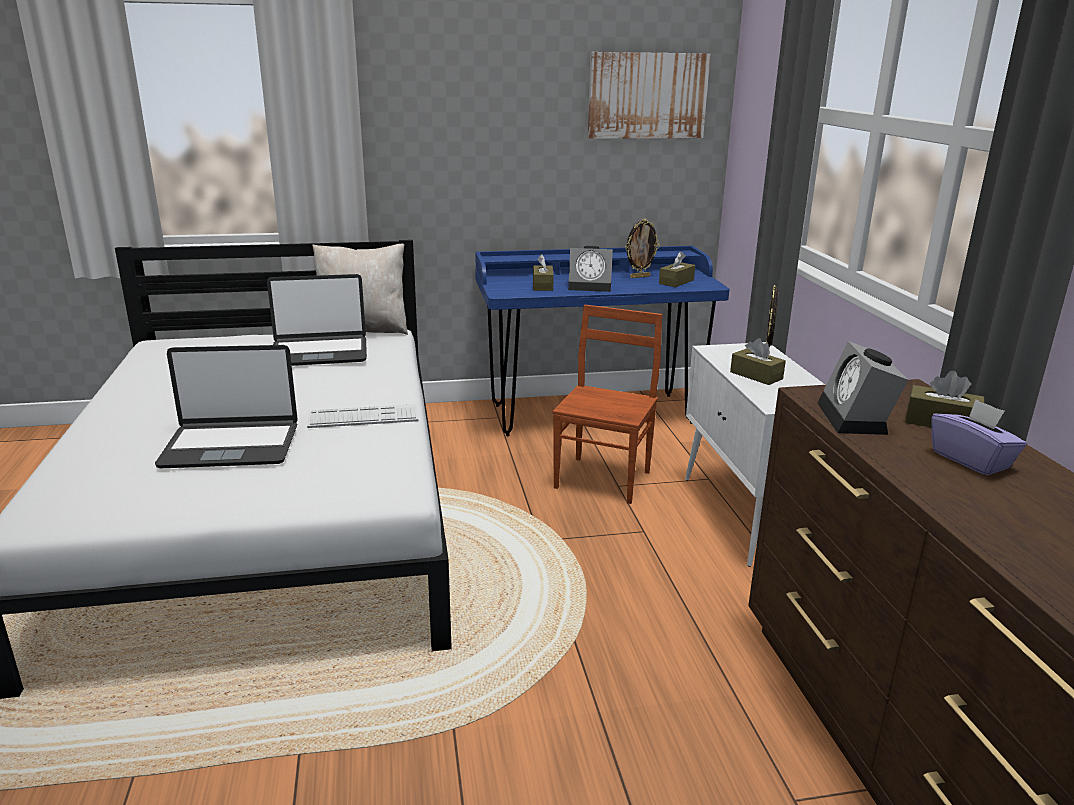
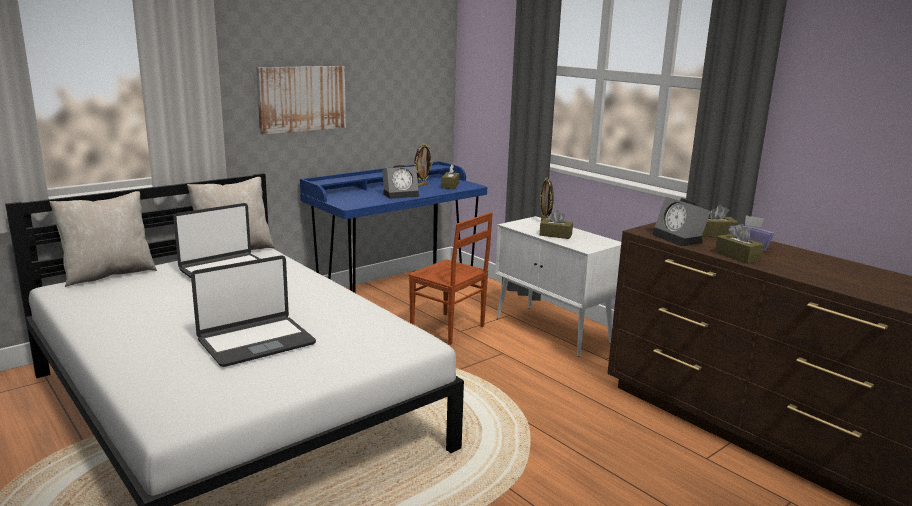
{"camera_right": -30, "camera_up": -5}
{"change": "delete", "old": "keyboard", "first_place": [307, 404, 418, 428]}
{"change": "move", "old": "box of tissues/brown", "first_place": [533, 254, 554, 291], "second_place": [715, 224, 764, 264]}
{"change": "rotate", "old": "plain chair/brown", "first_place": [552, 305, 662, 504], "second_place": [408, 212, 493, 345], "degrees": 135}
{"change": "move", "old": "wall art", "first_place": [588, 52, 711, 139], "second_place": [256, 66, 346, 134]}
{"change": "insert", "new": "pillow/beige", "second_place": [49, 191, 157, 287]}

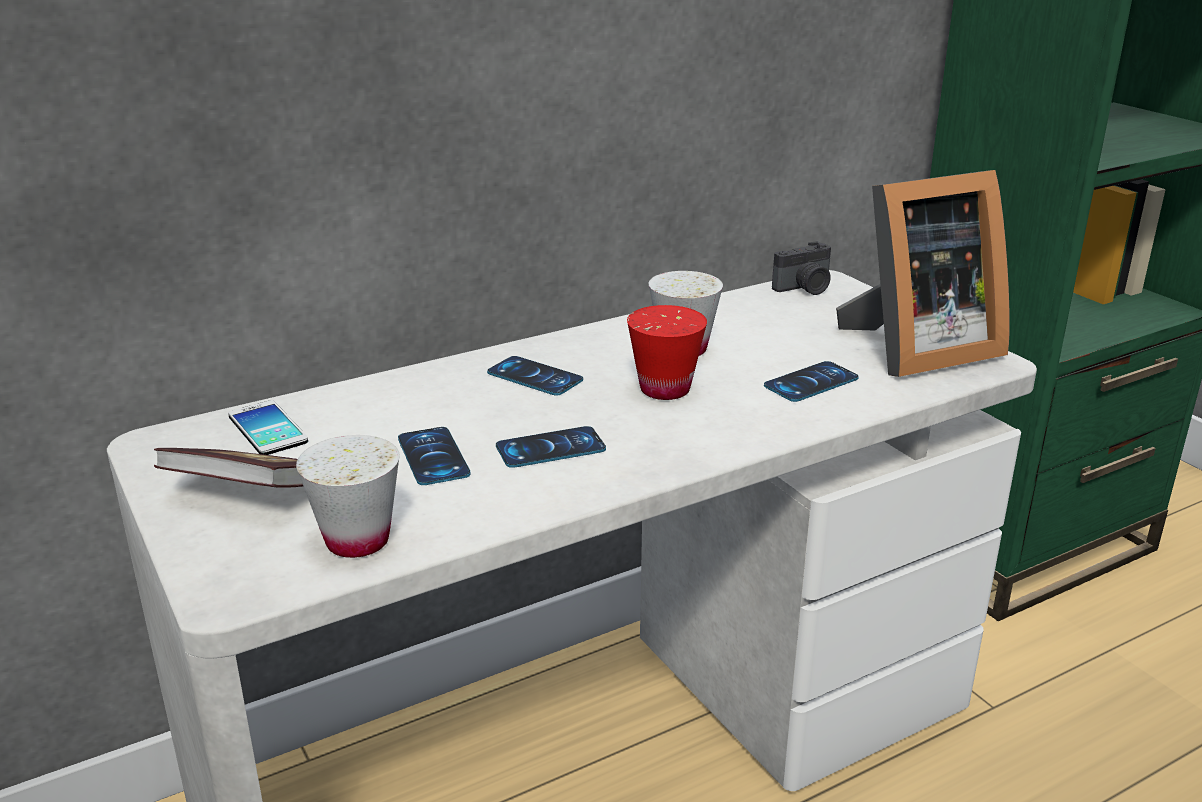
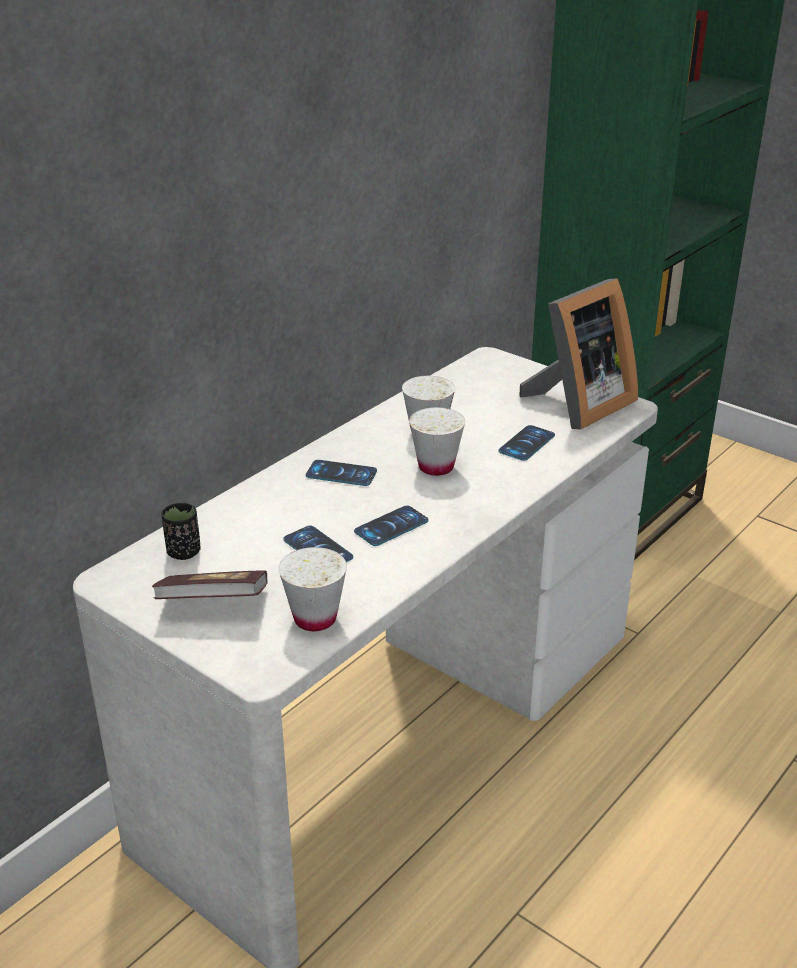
{"camera_right": -20, "camera_up": 5}
{"change": "replace", "old": "phone", "new": "cup/black", "first_place": [228, 400, 308, 455], "second_place": [161, 503, 201, 560]}
{"change": "recolor", "old": "cup/red-coloured", "new": "cup/white-coloured", "first_place": [627, 305, 707, 400], "second_place": [409, 407, 465, 476]}
{"change": "delete", "old": "still camera", "first_place": [772, 241, 831, 295]}

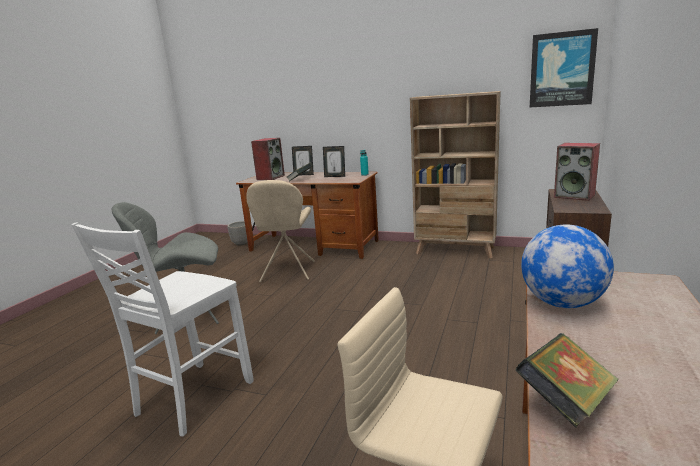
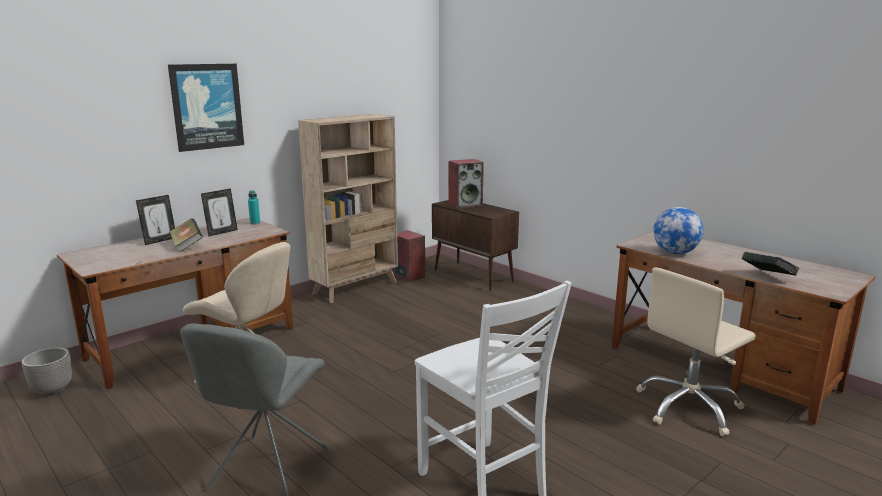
{"camera_right": -65, "camera_up": 0}
{"change": "move", "old": "speaker", "first_place": [251, 138, 285, 180], "second_place": [392, 230, 425, 282]}
{"change": "move", "old": "wall art", "first_place": [530, 28, 598, 107], "second_place": [168, 64, 244, 152]}

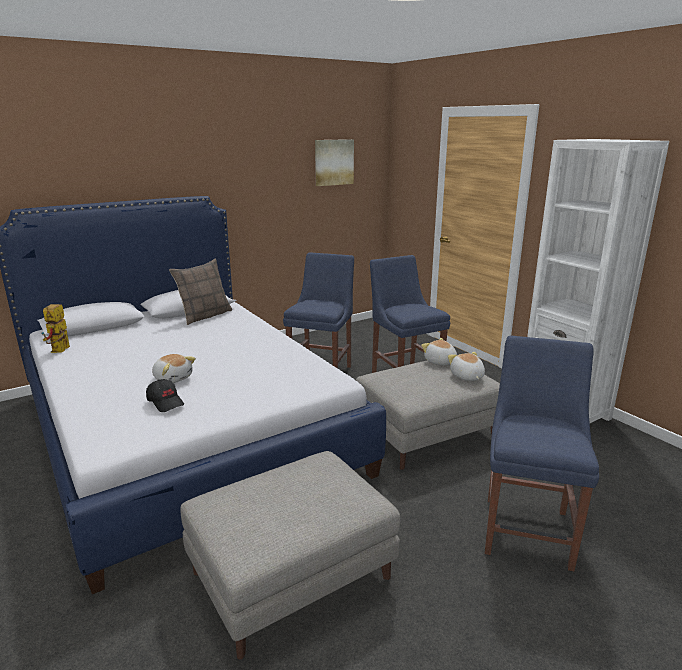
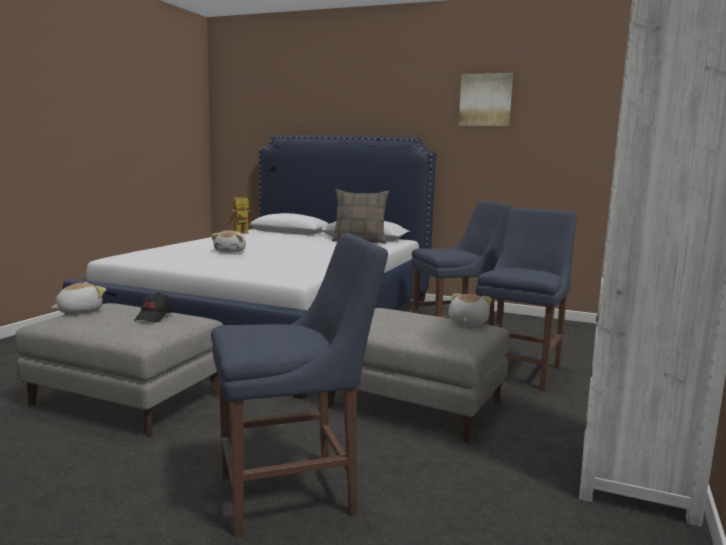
{"camera_right": 55, "camera_up": -10}
{"change": "move", "old": "peaked cap/black", "first_place": [146, 379, 184, 412], "second_place": [134, 292, 174, 323]}
{"change": "move", "old": "wall art", "first_place": [315, 139, 354, 186], "second_place": [458, 73, 513, 126]}
{"change": "move", "old": "plush toy", "first_place": [448, 352, 485, 381], "second_place": [51, 282, 106, 314]}

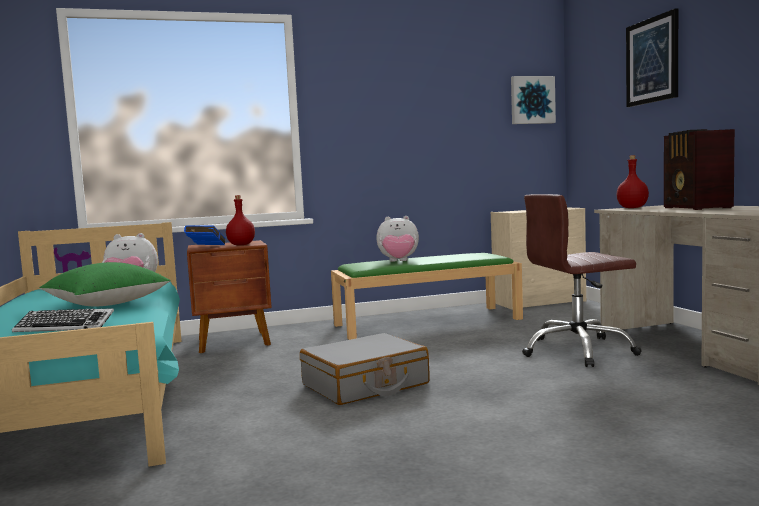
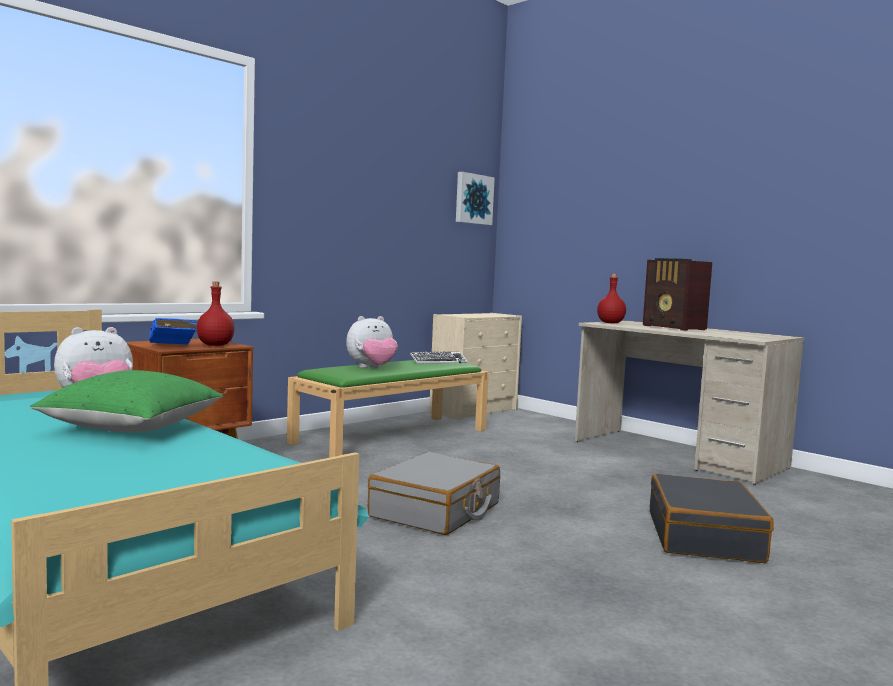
{"camera_right": -30, "camera_up": 0}
{"change": "move", "old": "keyboard", "first_place": [12, 308, 114, 332], "second_place": [410, 352, 468, 364]}
{"change": "delete", "old": "office chair/brown", "first_place": [522, 194, 642, 367]}
{"change": "delete", "old": "wall art", "first_place": [626, 8, 678, 107]}
{"change": "insert", "new": "suitcase/black", "second_place": [650, 474, 774, 563]}

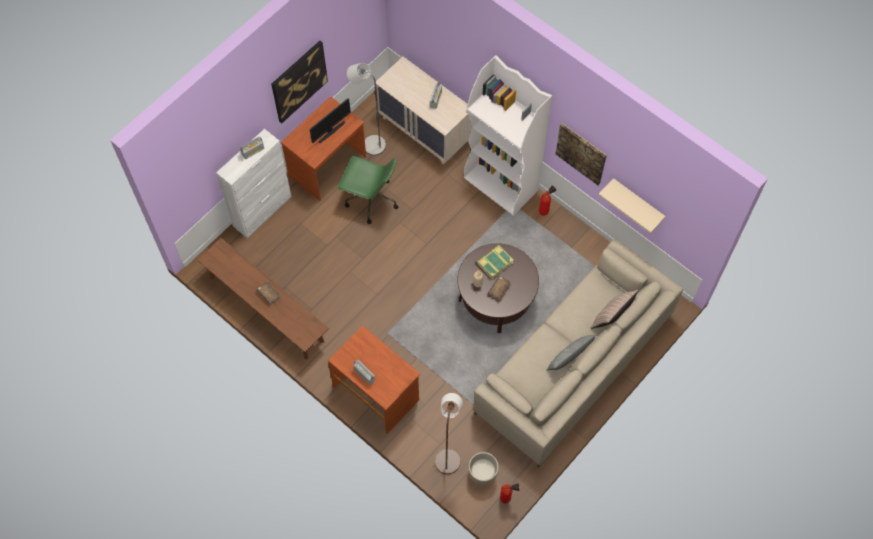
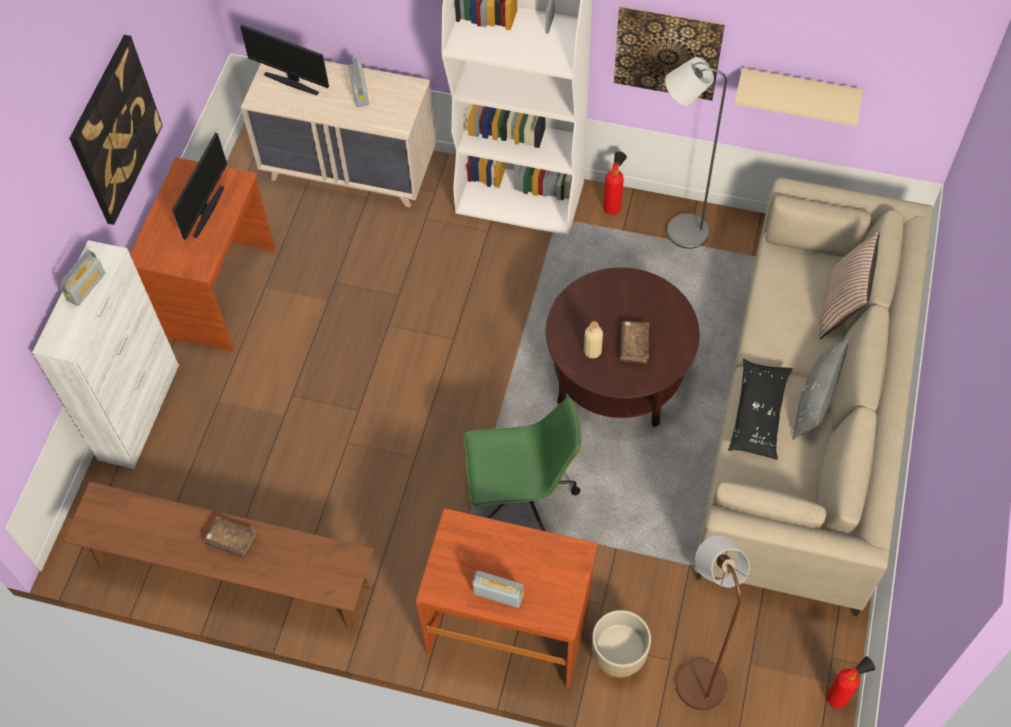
{"camera_right": -25, "camera_up": -5}
{"change": "move", "old": "office chair/green-coloured", "first_place": [337, 156, 398, 224], "second_place": [463, 396, 581, 531]}
{"change": "move", "old": "standard lamp/gray", "first_place": [347, 63, 386, 156], "second_place": [665, 57, 727, 249]}
{"change": "move", "old": "flower pot/beige", "first_place": [469, 452, 499, 486], "second_place": [592, 610, 651, 678]}
{"change": "delete", "old": "volume", "first_place": [477, 245, 513, 279]}
{"change": "insert", "new": "computer screen", "second_place": [240, 24, 329, 95]}
{"change": "insert", "new": "pillow/black", "second_place": [728, 359, 792, 460]}

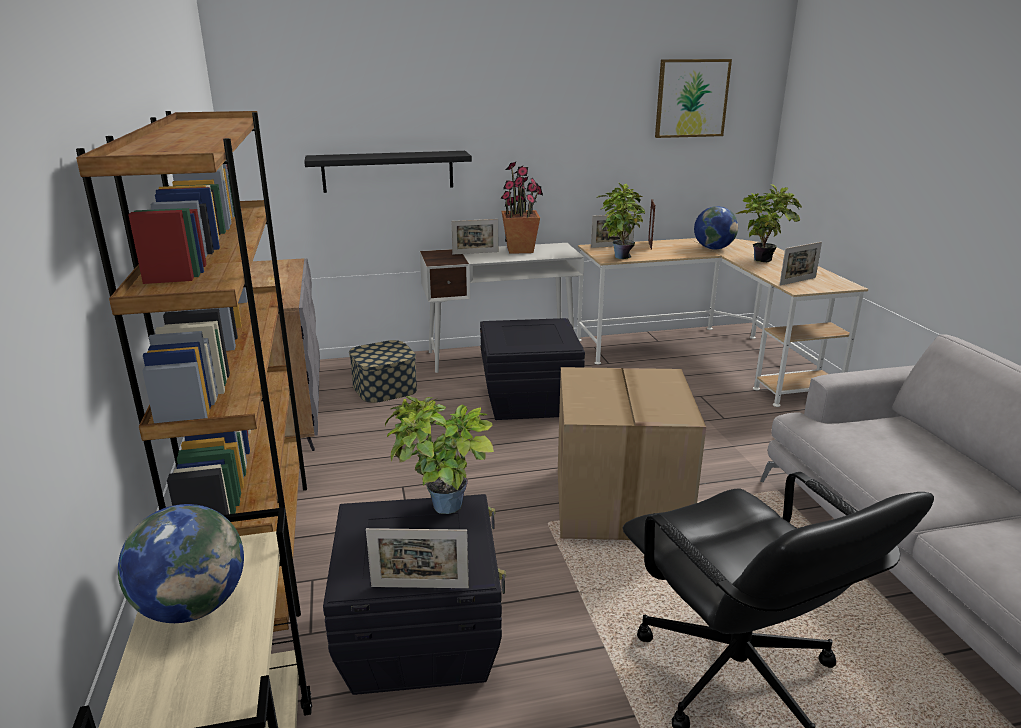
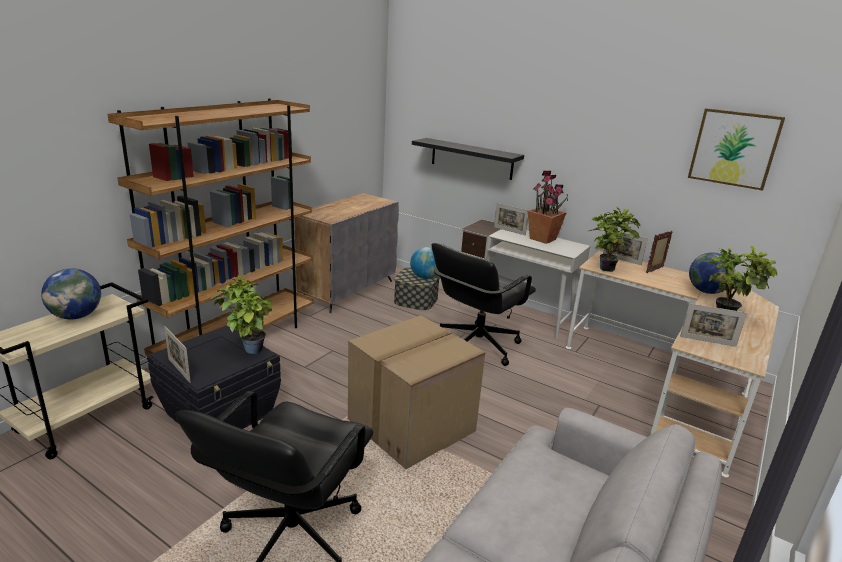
{"camera_right": 45, "camera_up": 0}
{"change": "replace", "old": "storage container/black", "new": "office chair/black", "first_place": [480, 318, 585, 420], "second_place": [432, 243, 536, 366]}
{"change": "insert", "new": "desk globe", "second_place": [410, 247, 436, 279]}

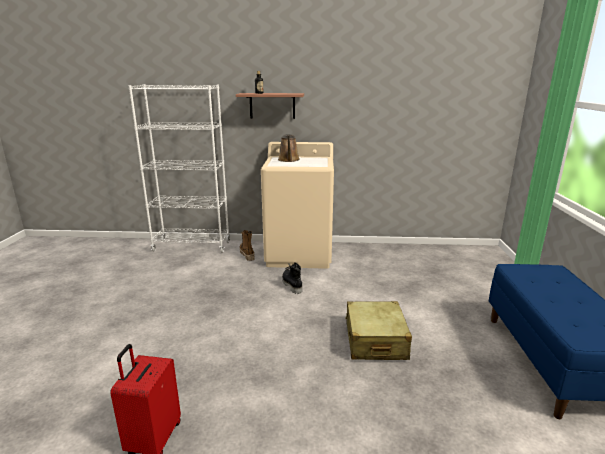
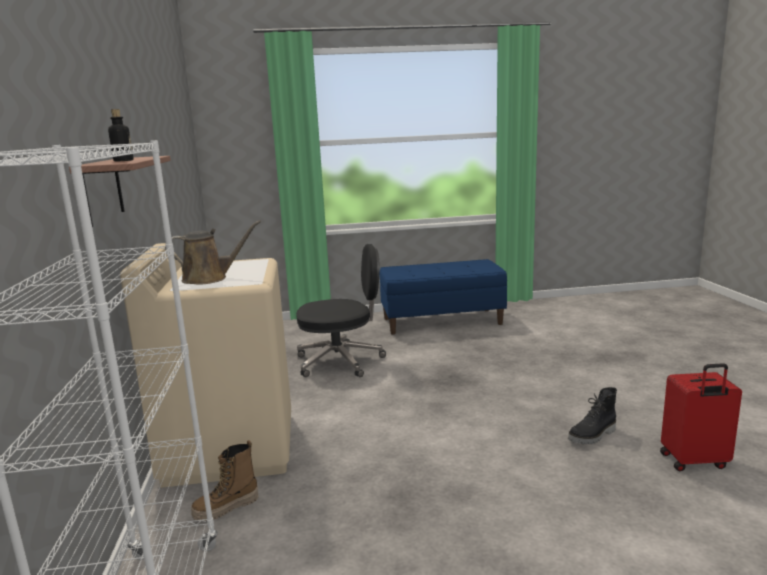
{"camera_right": -100, "camera_up": -5}
{"change": "move", "old": "tall boot/black", "first_place": [282, 262, 302, 294], "second_place": [568, 387, 617, 444]}
{"change": "delete", "old": "suitcase/beige", "first_place": [345, 301, 412, 360]}
{"change": "insert", "new": "office chair/black", "second_place": [296, 244, 386, 377]}

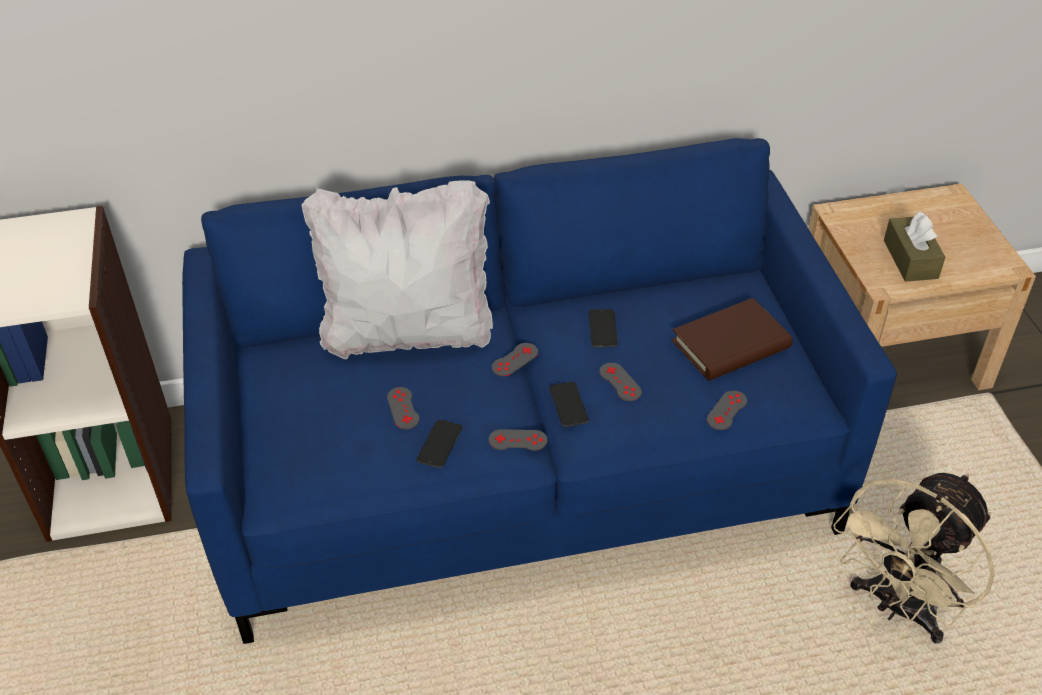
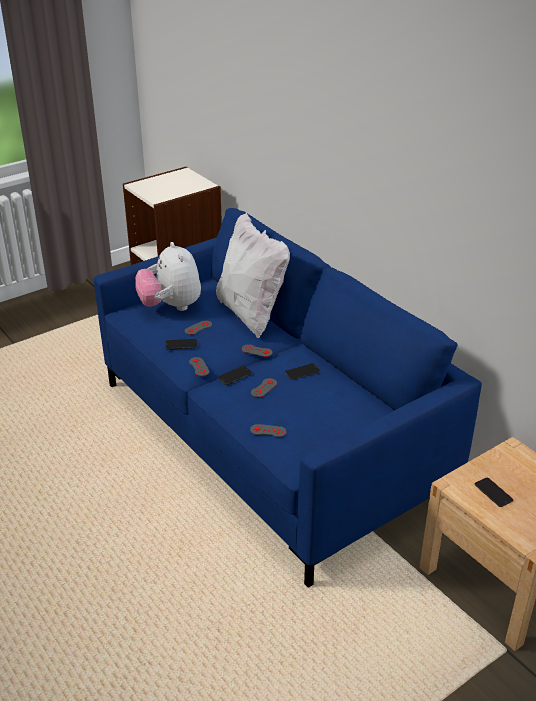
{"camera_right": 65, "camera_up": -10}
{"change": "delete", "old": "volume/brown", "first_place": [672, 298, 793, 381]}
{"change": "delete", "old": "fan/beige", "first_place": [833, 473, 995, 644]}
{"change": "replace", "old": "box of tissues/brown", "new": "phone", "first_place": [884, 211, 945, 282], "second_place": [475, 478, 514, 507]}
{"change": "insert", "new": "plush toy", "second_place": [135, 242, 201, 311]}

